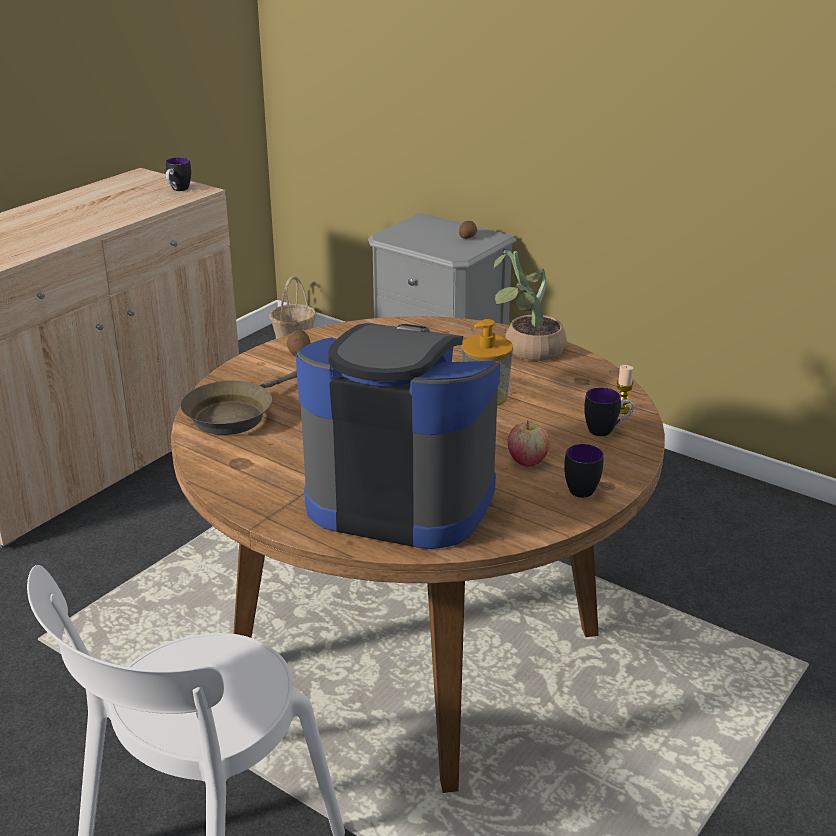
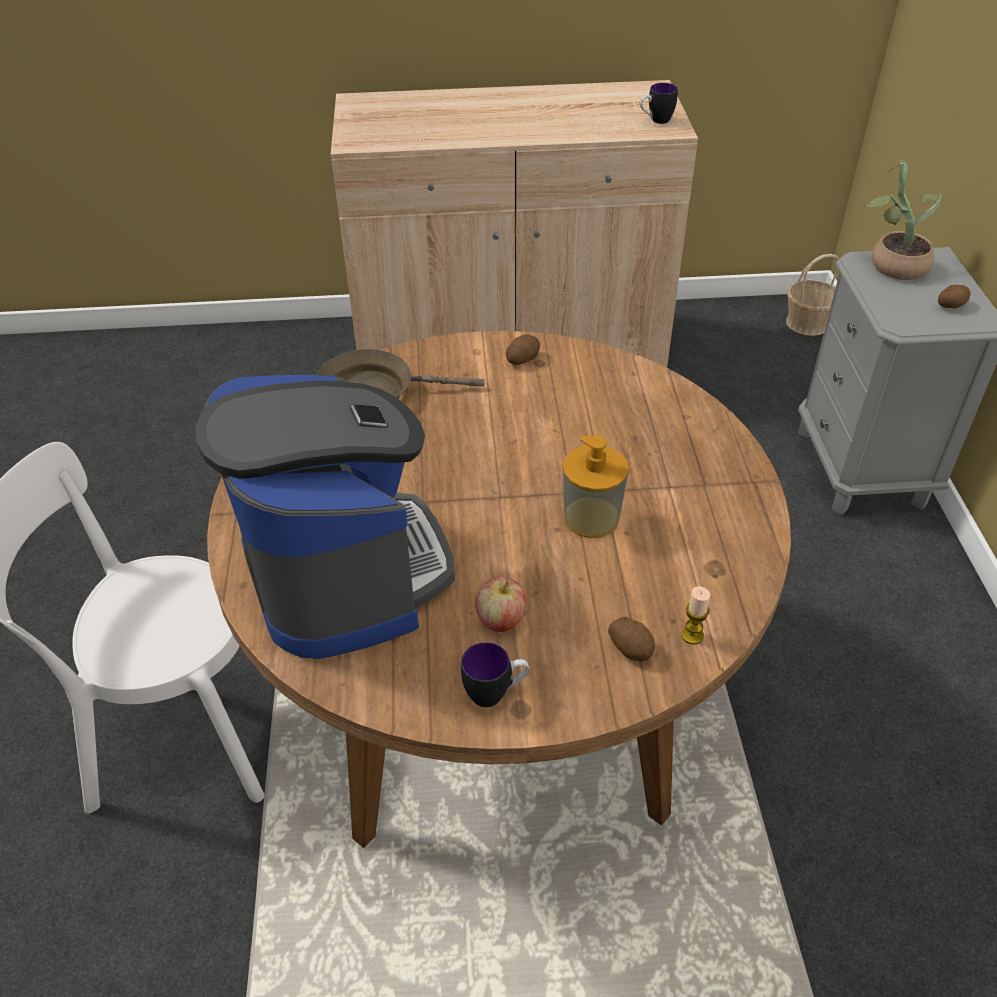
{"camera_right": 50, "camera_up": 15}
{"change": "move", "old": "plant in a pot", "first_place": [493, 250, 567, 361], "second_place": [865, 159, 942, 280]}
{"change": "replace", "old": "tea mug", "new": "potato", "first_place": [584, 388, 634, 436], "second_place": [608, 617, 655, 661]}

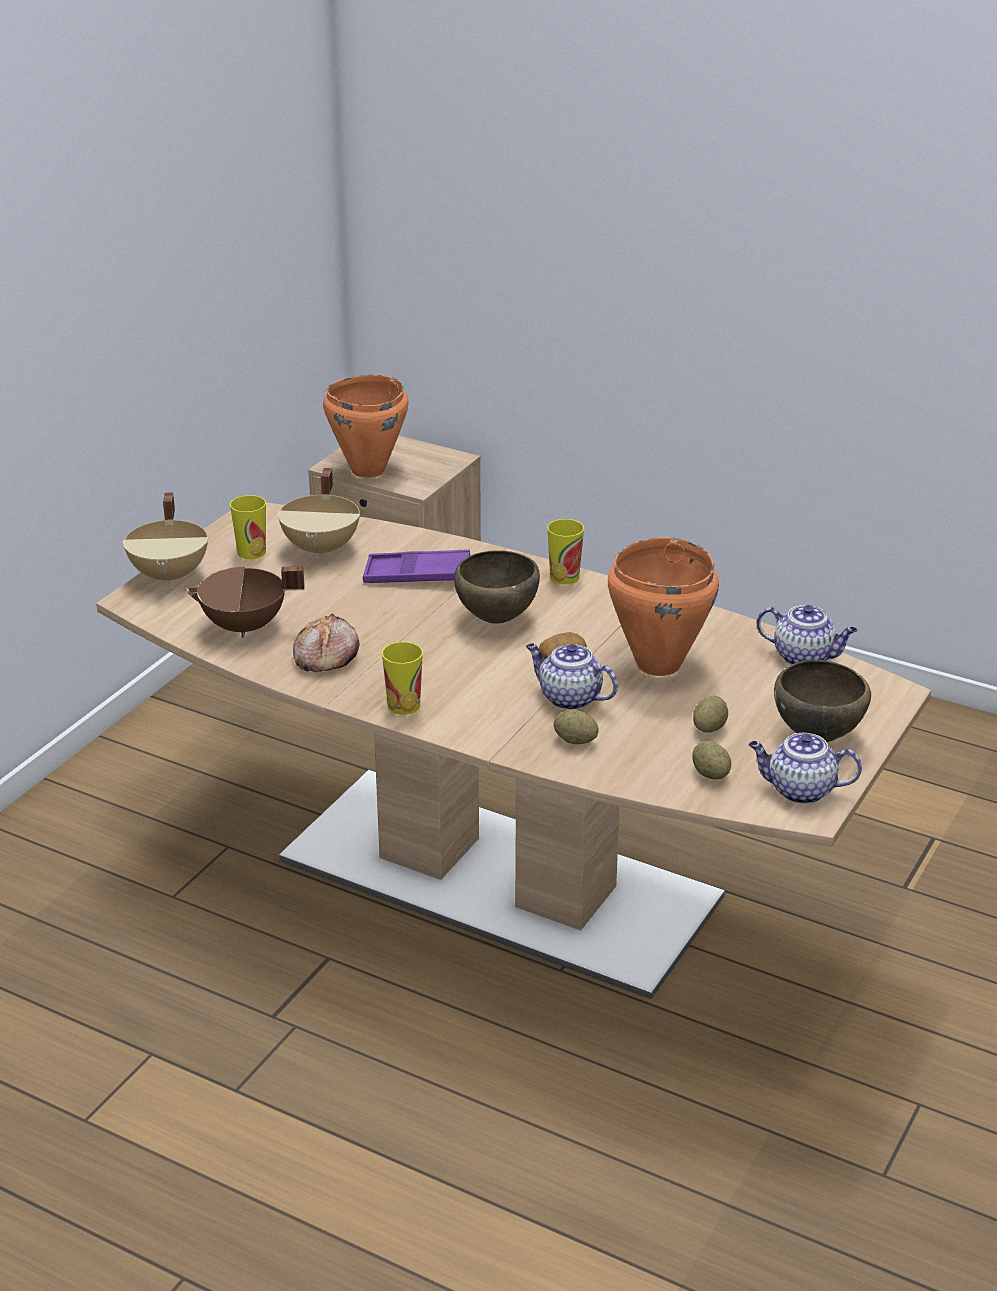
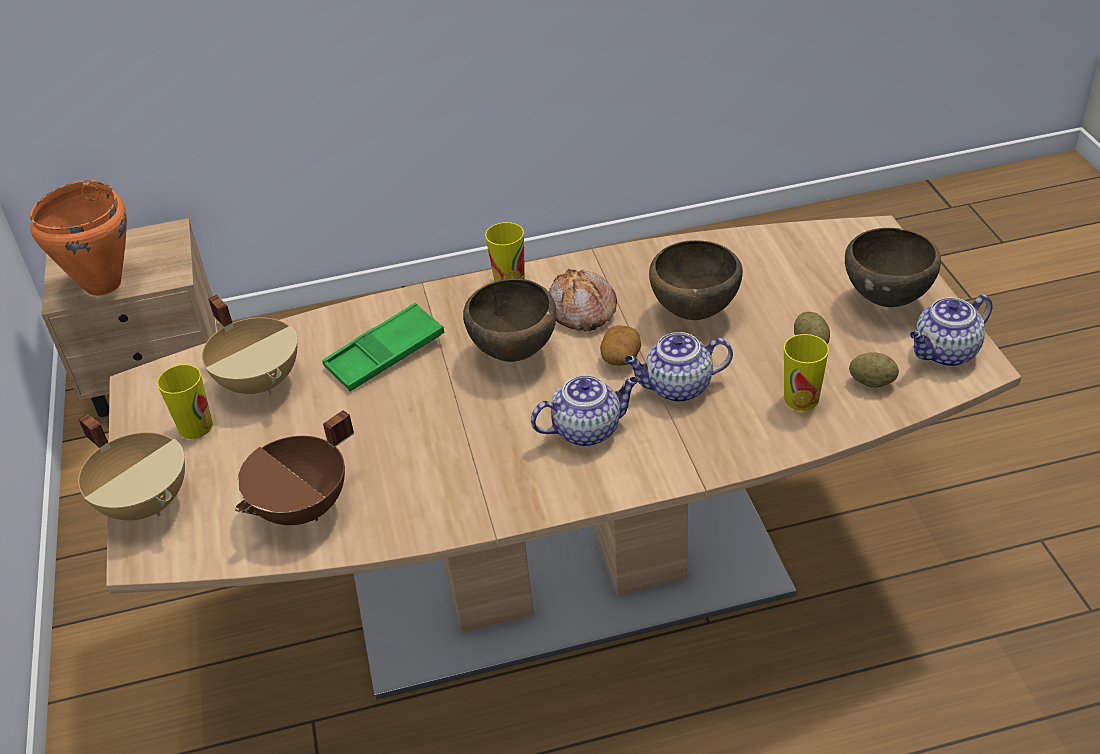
{"camera_right": -40, "camera_up": 10}
{"change": "move", "old": "baked bread", "first_place": [293, 613, 359, 672], "second_place": [549, 269, 617, 331]}
{"change": "recolor", "old": "tray/purple-coloured", "new": "tray/green-coloured", "first_place": [363, 550, 470, 583], "second_place": [322, 303, 444, 391]}
{"change": "move", "old": "cup", "first_place": [382, 642, 423, 715], "second_place": [784, 334, 829, 411]}
{"change": "delete", "old": "potato", "first_place": [554, 709, 599, 744]}
{"change": "replace", "old": "cooking pot/orange-coloured", "new": "deep dish/brown", "first_place": [608, 537, 719, 676], "second_place": [649, 240, 743, 320]}
{"change": "move", "old": "pot for tea", "first_place": [757, 605, 857, 665], "second_place": [531, 375, 639, 447]}

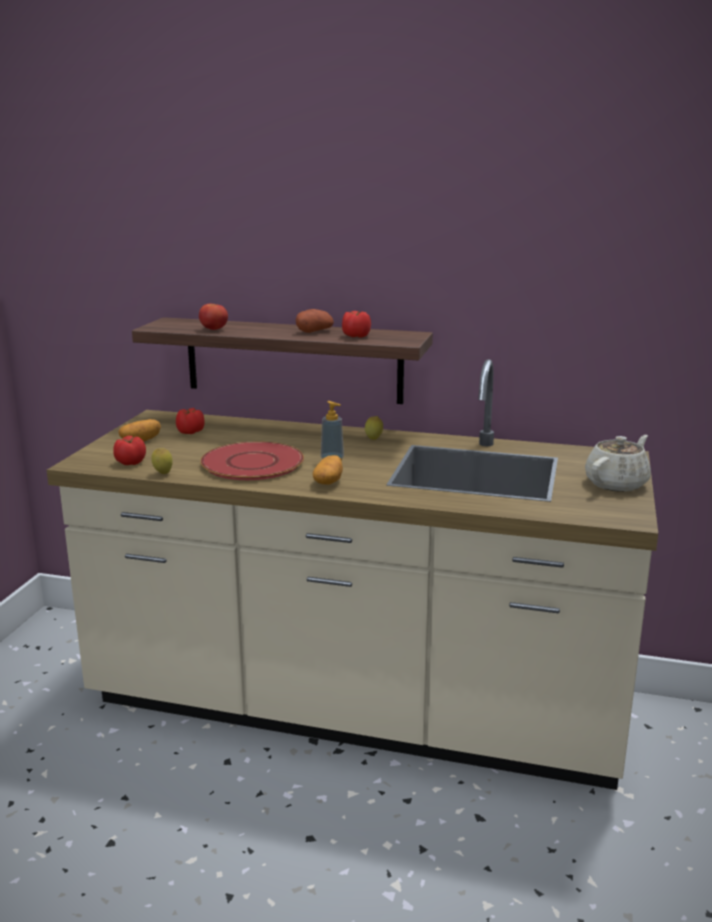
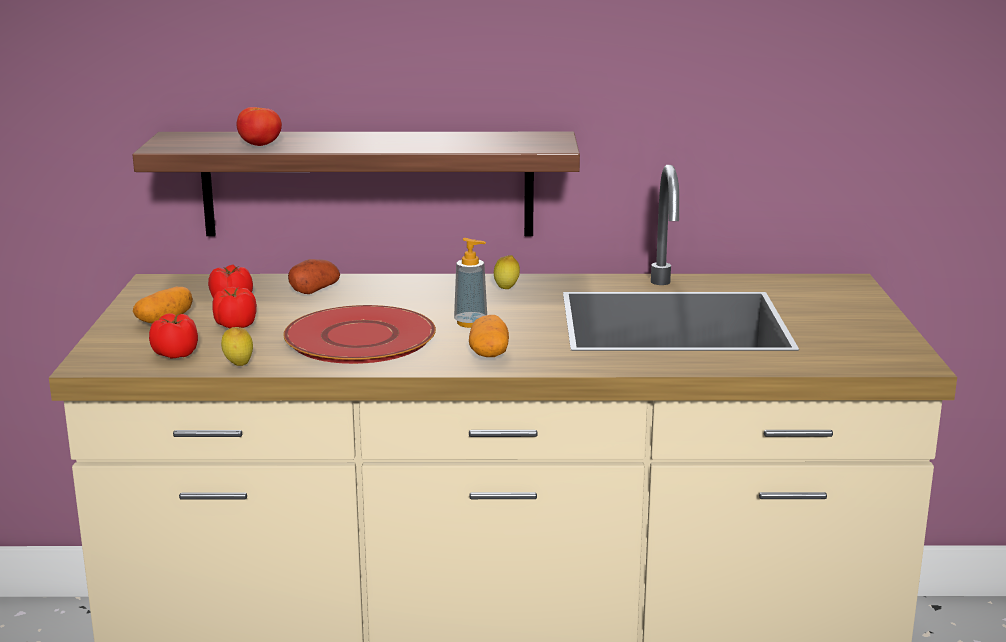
{"camera_right": -15, "camera_up": 0}
{"change": "move", "old": "potato", "first_place": [296, 309, 334, 333], "second_place": [288, 259, 340, 294]}
{"change": "move", "old": "whole tomato", "first_place": [342, 311, 371, 338], "second_place": [212, 287, 257, 328]}
{"change": "delete", "old": "pot for tea/beige", "first_place": [585, 435, 651, 492]}

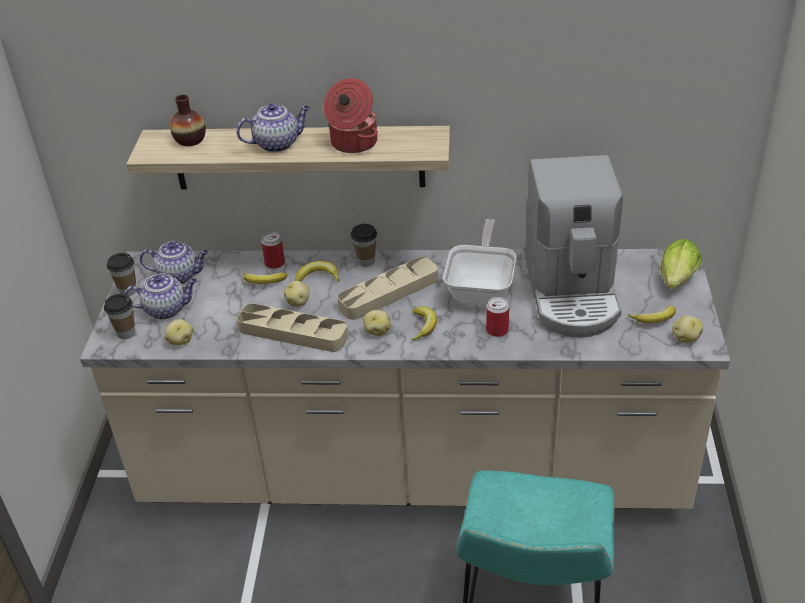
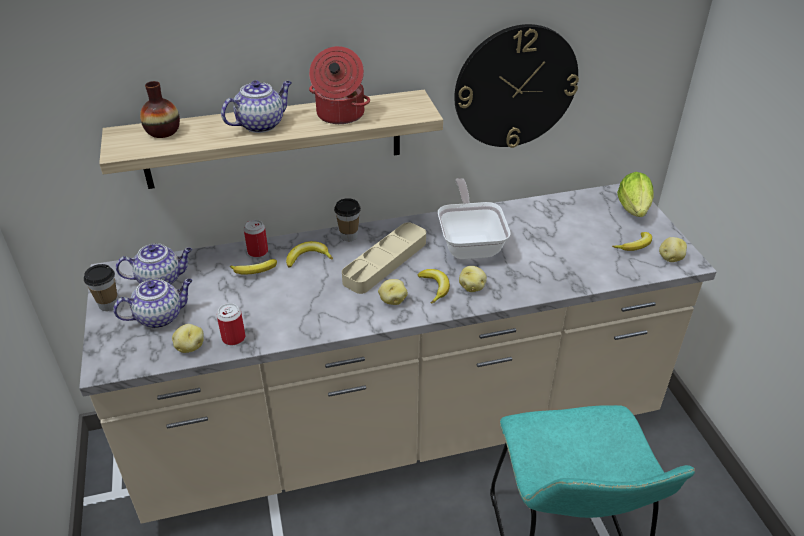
{"camera_right": -20, "camera_up": 0}
{"change": "delete", "old": "cup", "first_place": [104, 294, 135, 339]}
{"change": "delete", "old": "tray/beige", "first_place": [237, 303, 348, 352]}
{"change": "move", "old": "potato", "first_place": [284, 281, 310, 307], "second_place": [459, 266, 487, 292]}
{"change": "move", "old": "metal can", "first_place": [486, 297, 509, 337], "second_place": [217, 303, 245, 345]}
{"change": "delete", "old": "coffee maker", "first_place": [525, 155, 623, 338]}
{"change": "insert", "new": "clock on the wall", "second_place": [454, 24, 579, 148]}

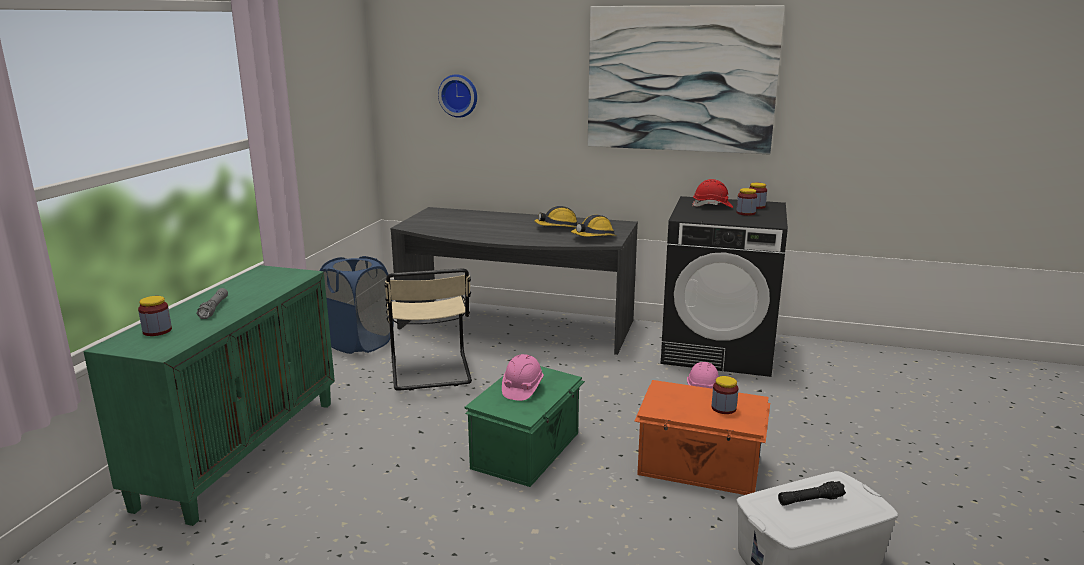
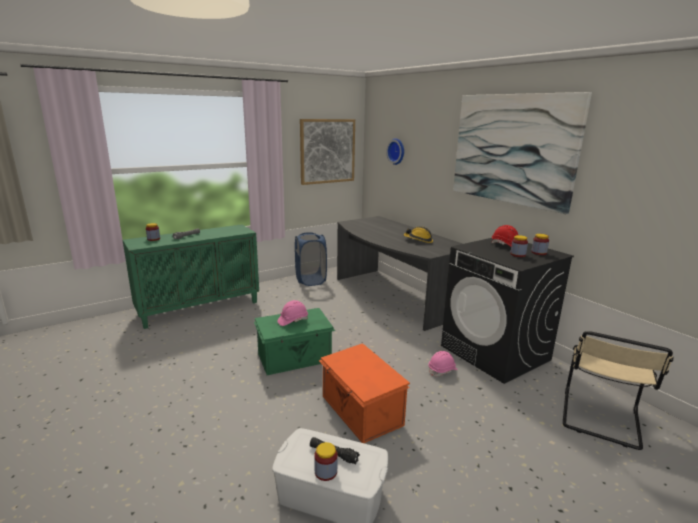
{"camera_right": 40, "camera_up": 0}
{"change": "move", "old": "plain chair/beige", "first_place": [384, 269, 472, 391], "second_place": [563, 331, 674, 450]}
{"change": "delete", "old": "work helmet", "first_place": [571, 215, 617, 237]}
{"change": "move", "old": "preserve jar", "first_place": [712, 376, 738, 414], "second_place": [314, 442, 338, 481]}
{"change": "insert", "new": "wall art", "second_place": [300, 119, 355, 185]}

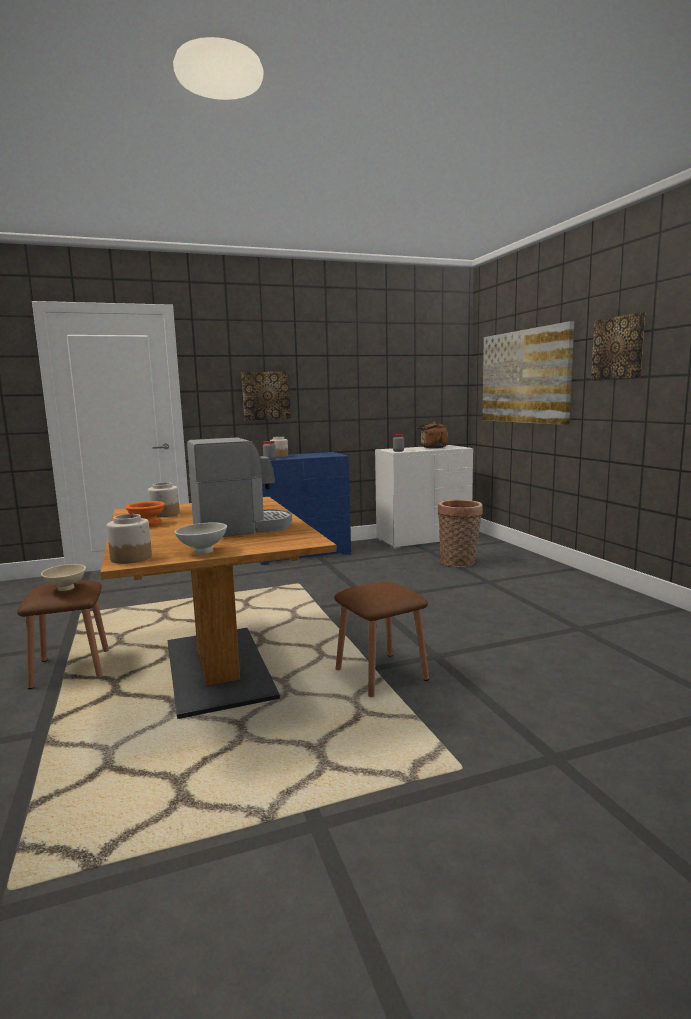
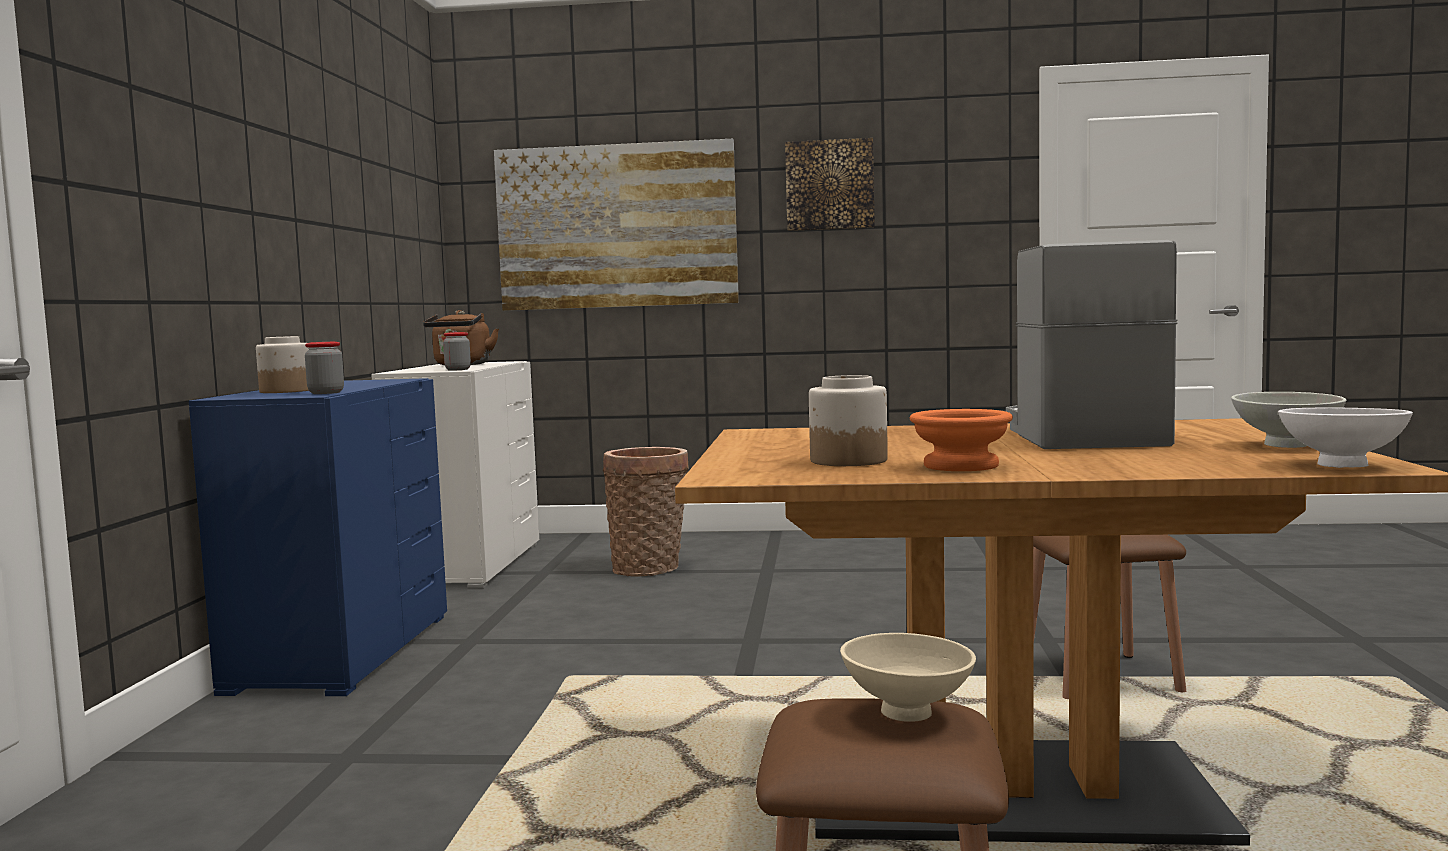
{"camera_right": -65, "camera_up": -5}
{"change": "replace", "old": "preserve jar", "new": "deep dish/white-coloured", "first_place": [107, 514, 152, 564], "second_place": [1278, 408, 1413, 468]}
{"change": "delete", "old": "wall art", "first_place": [241, 372, 291, 420]}

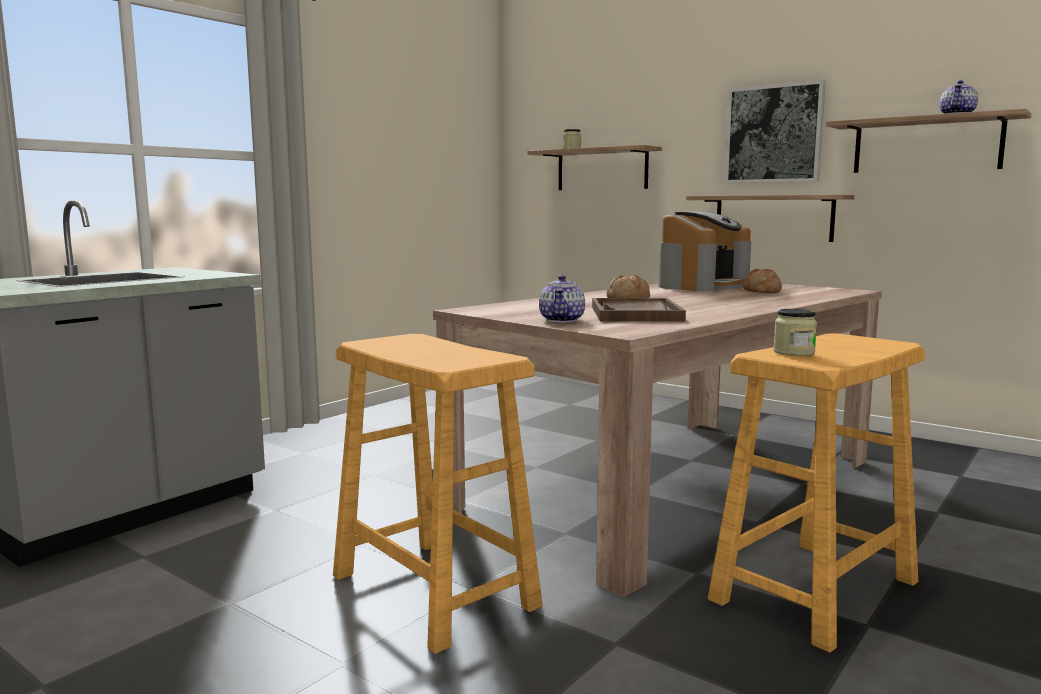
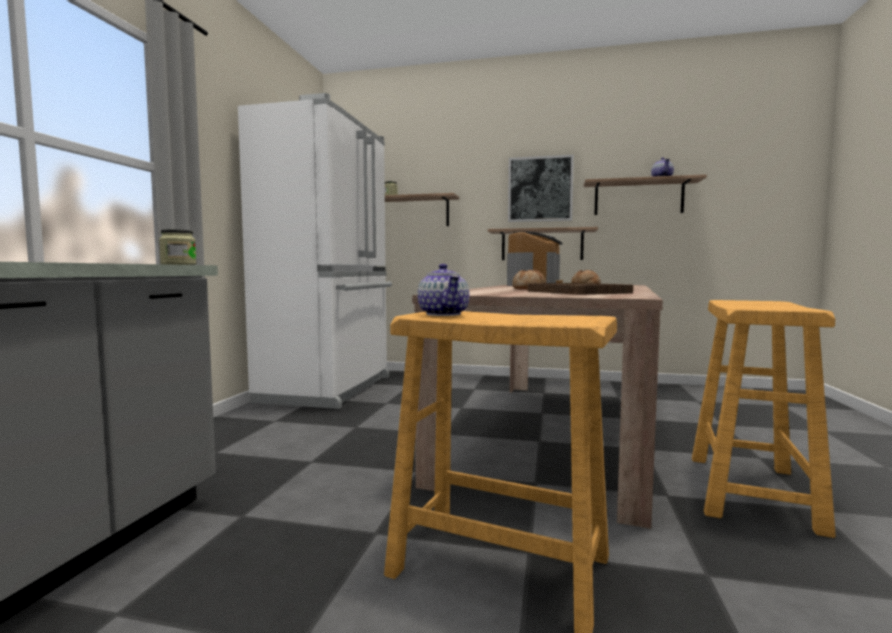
{"camera_right": -25, "camera_up": -5}
{"change": "move", "old": "pot for tea", "first_place": [539, 275, 585, 322], "second_place": [417, 264, 470, 316]}
{"change": "move", "old": "preserve jar", "first_place": [773, 309, 817, 356], "second_place": [159, 229, 197, 265]}
{"change": "insert", "new": "refrigerator/white-coloured", "second_place": [238, 93, 392, 409]}

